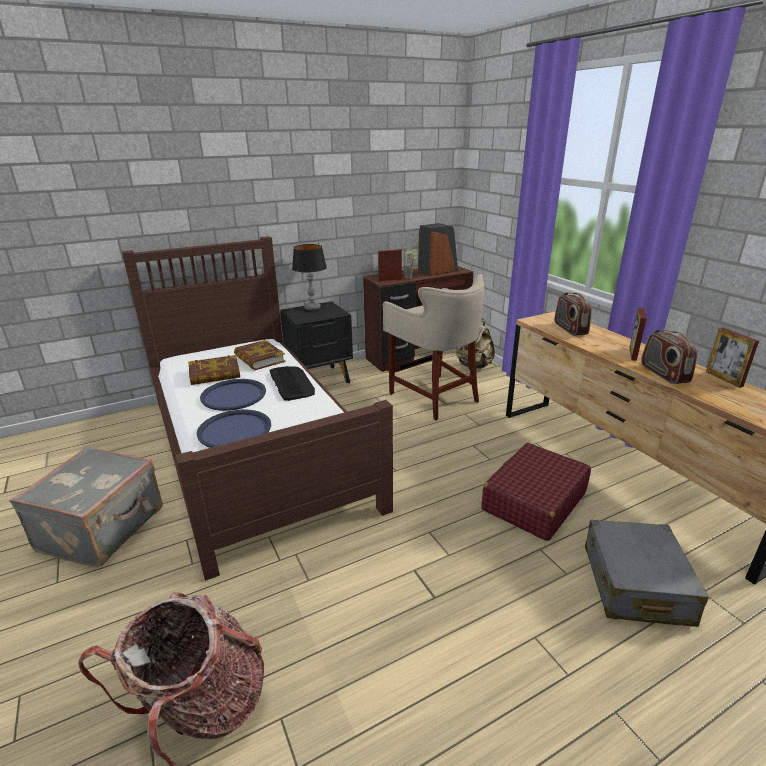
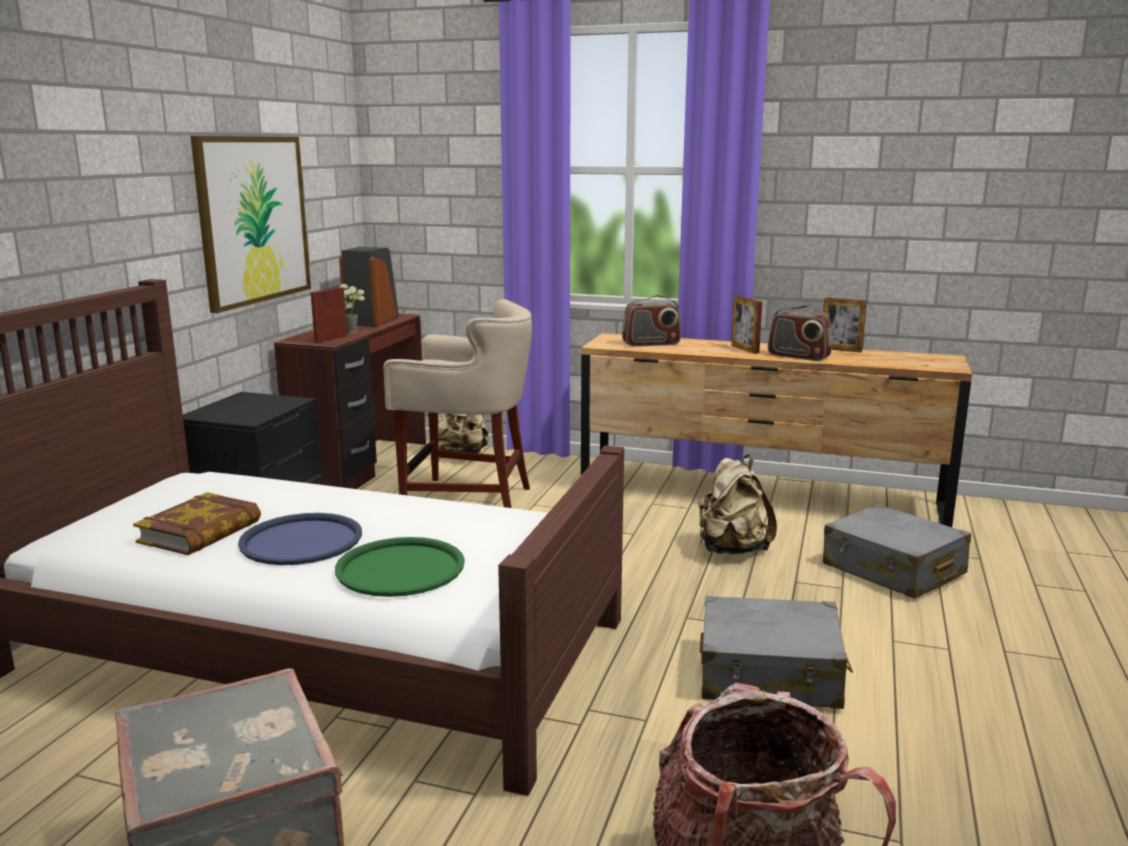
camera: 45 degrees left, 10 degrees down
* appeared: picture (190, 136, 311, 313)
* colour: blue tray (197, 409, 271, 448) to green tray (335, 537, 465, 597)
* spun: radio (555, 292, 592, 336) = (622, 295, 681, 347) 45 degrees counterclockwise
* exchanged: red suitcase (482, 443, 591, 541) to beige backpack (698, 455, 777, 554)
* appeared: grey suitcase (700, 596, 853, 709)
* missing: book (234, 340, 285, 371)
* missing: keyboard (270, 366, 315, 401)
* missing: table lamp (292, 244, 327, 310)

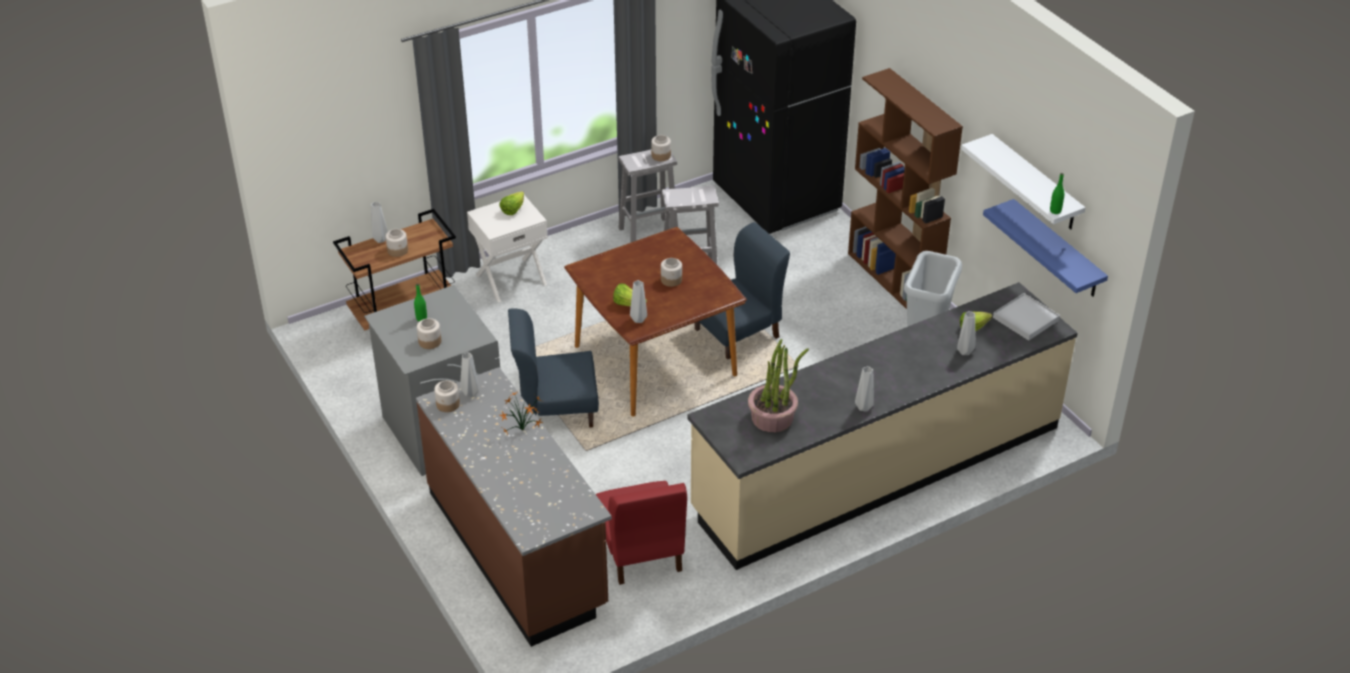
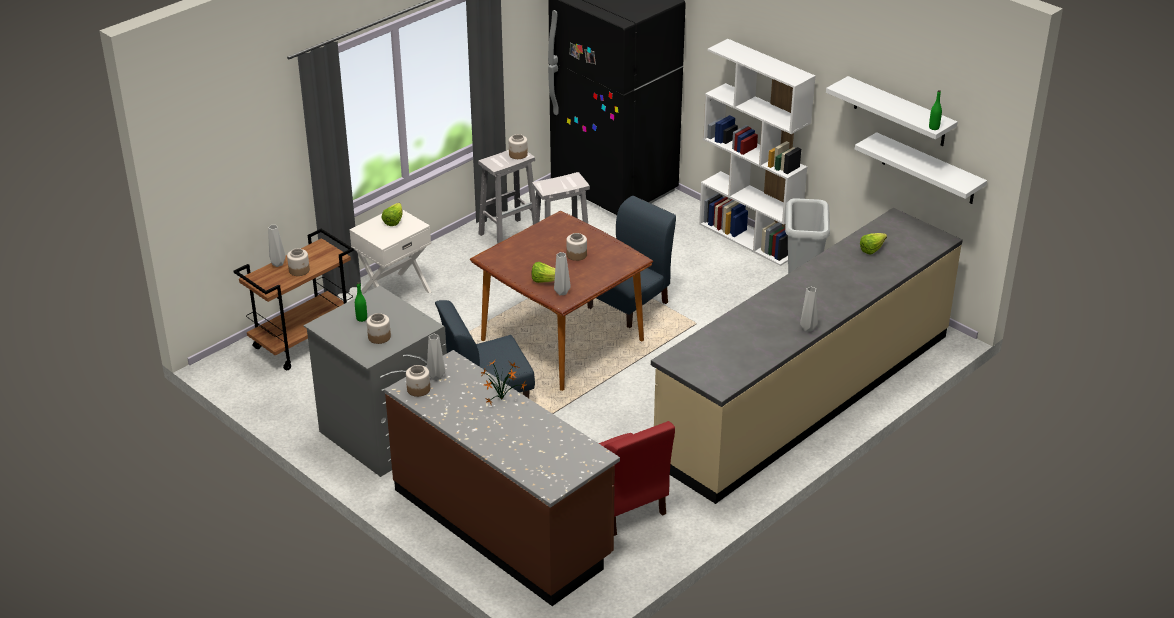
camera: 15 degrees left, 5 degrees down
* colour: brown bookcase (848, 68, 963, 309) to white bookcase (699, 39, 816, 266)
* colour: blue shelf (983, 199, 1108, 296) to white shelf (855, 132, 987, 204)
* missing: potted plant (748, 339, 809, 432)
* missing: grey vase (957, 311, 975, 355)
* missing: white tray (993, 293, 1060, 341)

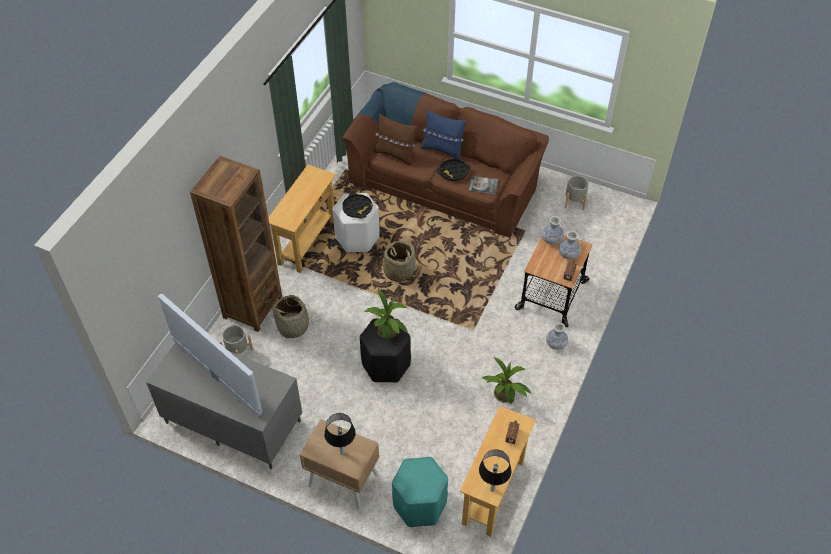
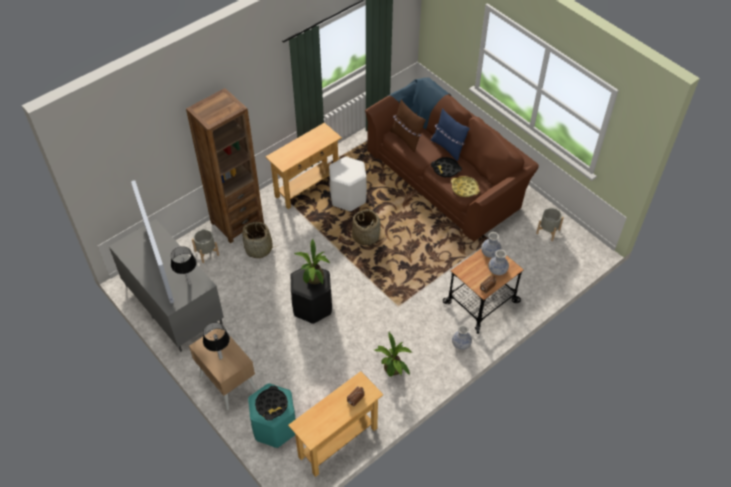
camera: 25 degrees right, 0 degrees up
* relocated: table lamp (479, 449, 512, 492) to (171, 246, 197, 285)
* relocated: black tray (342, 193, 372, 219) to (255, 386, 288, 421)
* exchanged: book (469, 176, 499, 194) to yellow tray (451, 176, 480, 197)

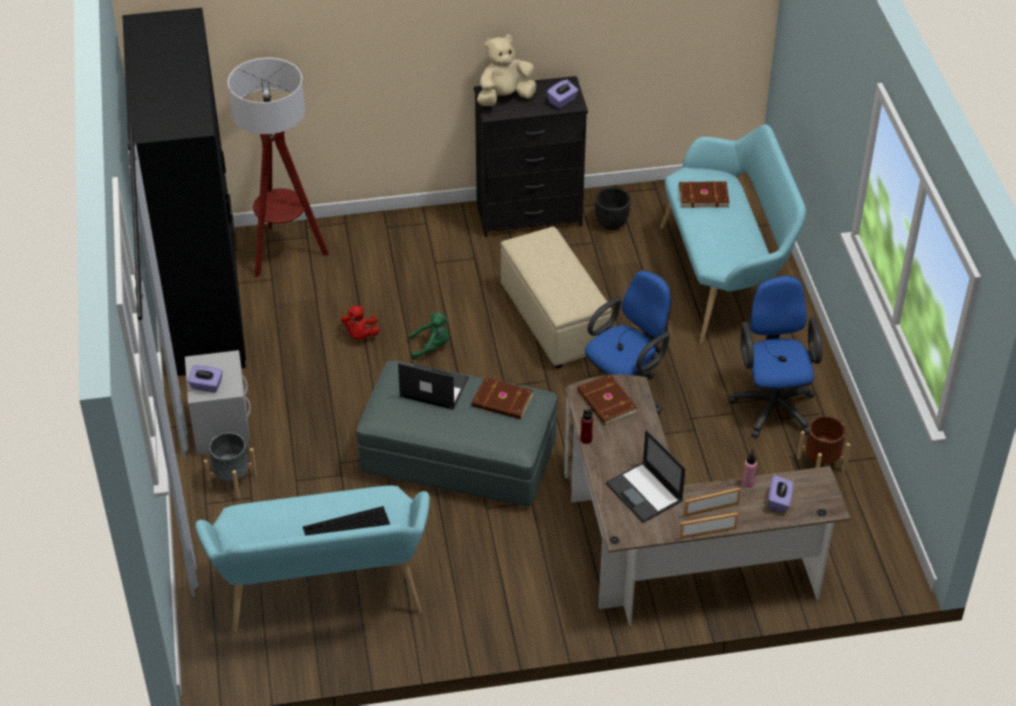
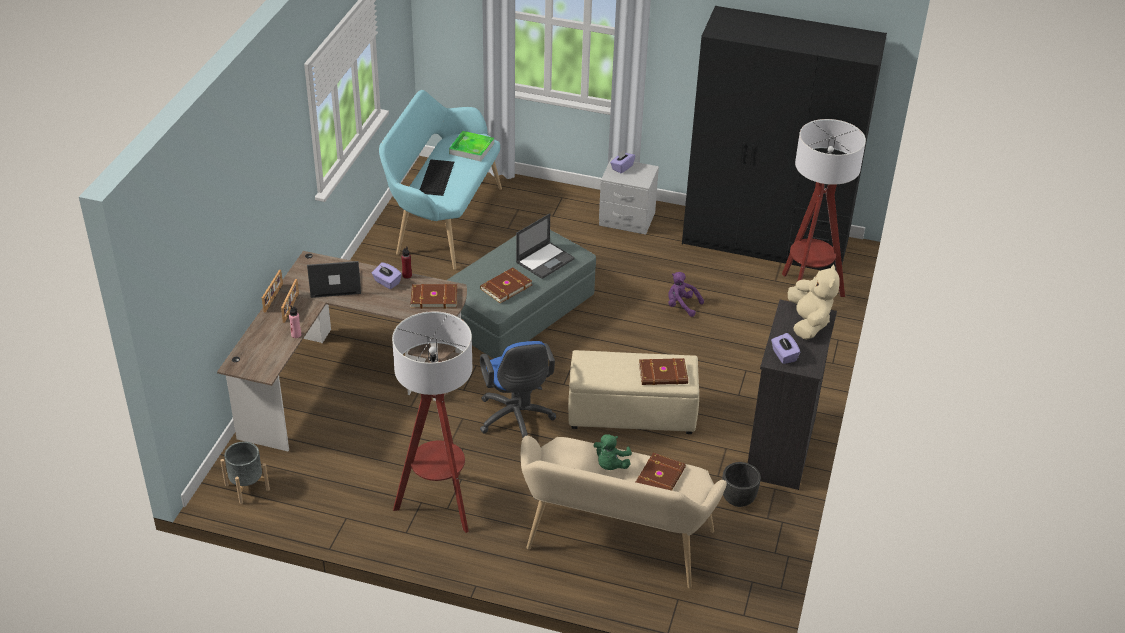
camera: 115 degrees right, 5 degrees down
* relocated: grey planter (204, 432, 257, 499) to (220, 441, 270, 504)
* relocated: purple tissue box (768, 475, 793, 512) to (372, 262, 402, 289)
* exchanged: blue office chair (729, 275, 822, 438) to floor lamp (392, 311, 472, 533)
* appeared: tray (449, 131, 494, 161)
* colour: turquoise bench (660, 125, 806, 343) to beige bench (521, 436, 727, 589)
* relocated: green plush toy (409, 312, 449, 359) to (594, 435, 632, 470)
* appeared: brown book (639, 358, 688, 385)
* colour: red plush toy (341, 306, 380, 340) to purple plush toy (668, 272, 704, 317)
* missing: brown planter (797, 416, 850, 472)

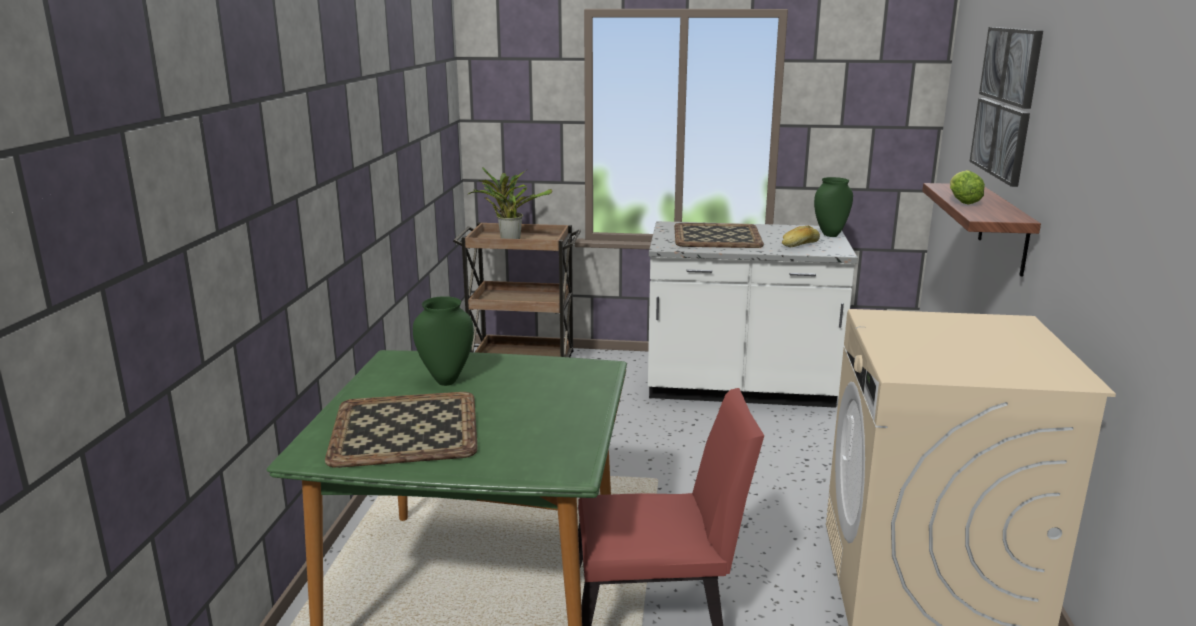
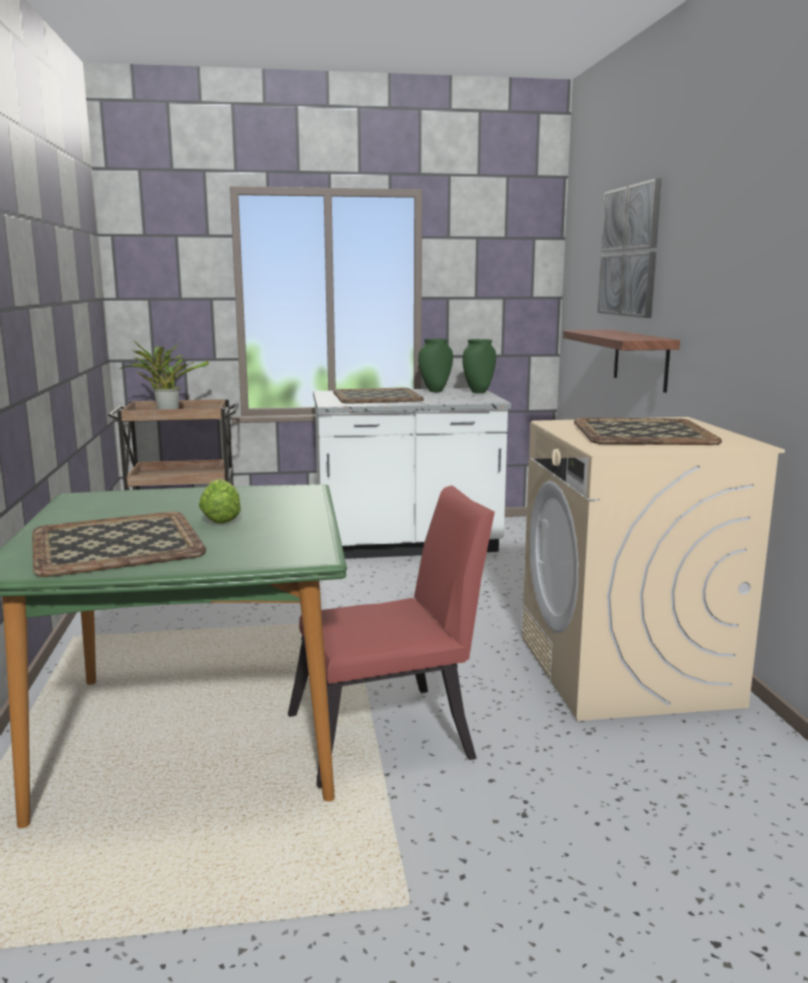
camera: 15 degrees left, 5 degrees down
* relocated: lettuce (950, 170, 985, 205) to (199, 479, 241, 524)
* relocated: green vase (413, 296, 474, 386) to (418, 339, 453, 392)
* appeared: tray (574, 418, 722, 445)
* missing: bread (782, 225, 820, 247)

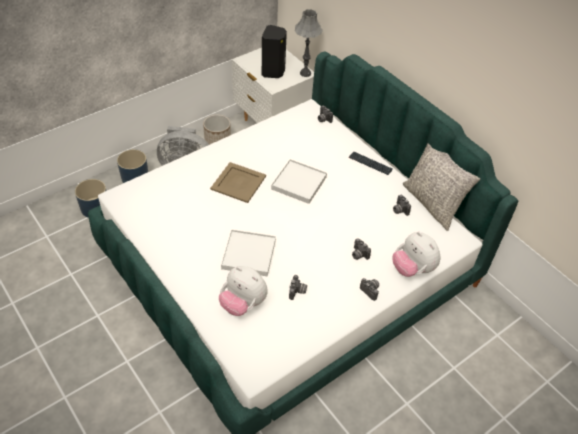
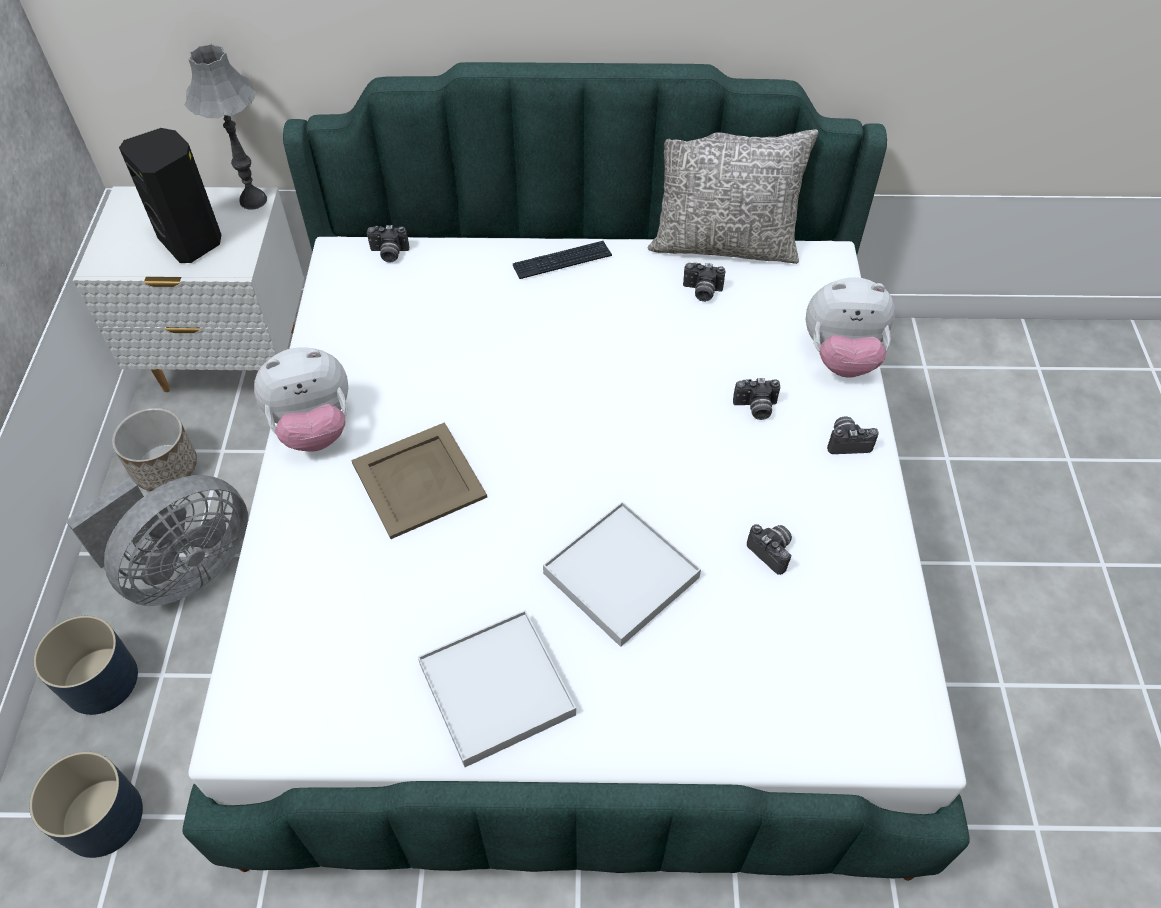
camera: 50 degrees left, 5 degrees up
* relocated: plush toy (219, 266, 267, 316) to (254, 347, 348, 452)
* relocated: white tray (271, 159, 327, 204) to (418, 610, 576, 767)

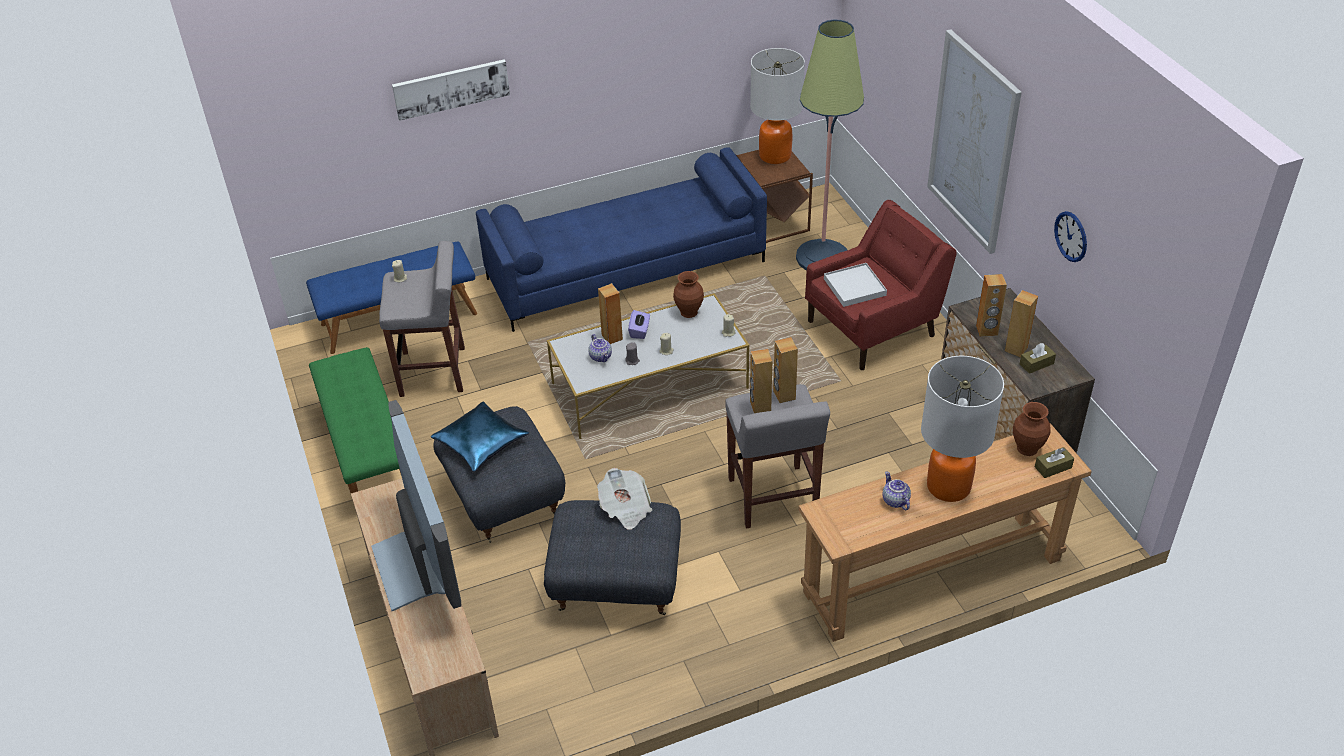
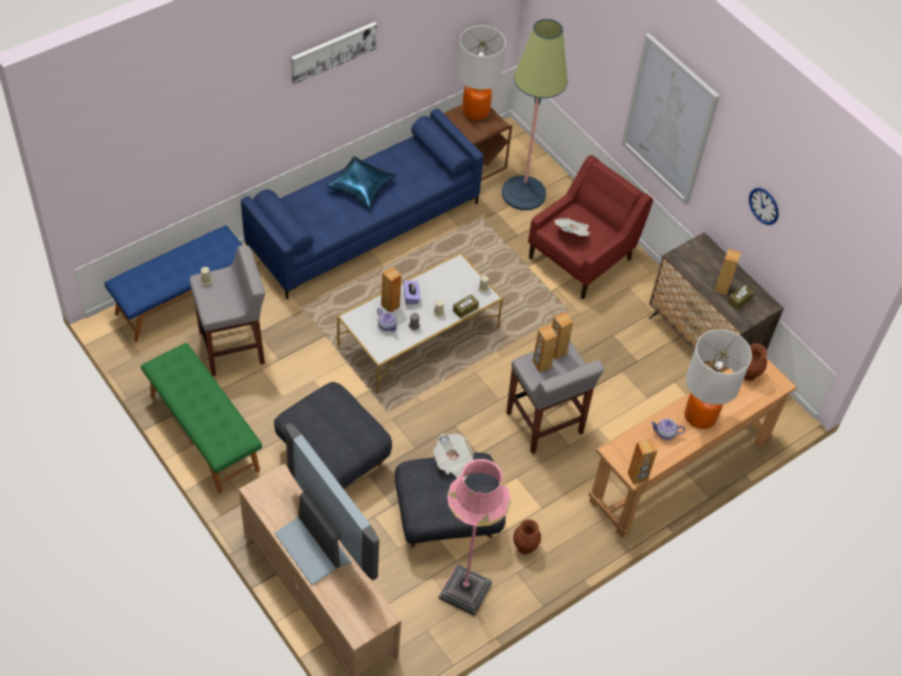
camera: 20 degrees left, 10 degrees up
* relocated: picture (392, 59, 510, 121) to (291, 22, 377, 85)
* relocated: blue pillow (431, 401, 529, 472) to (327, 156, 397, 207)
* appeared: pink floor lamp (439, 459, 511, 616)
* relocated: brown tissue box (1035, 447, 1074, 478) to (453, 294, 479, 318)
* relocated: brown vase (673, 271, 704, 318) to (513, 519, 541, 555)
* exchanged: white tray (824, 263, 887, 307) to newspaper (555, 218, 590, 236)
* relocated: brown speaker (976, 274, 1007, 337) to (628, 439, 658, 485)
* spun: teapot (882, 471, 911, 510) = (651, 419, 685, 440) 45 degrees counterclockwise

